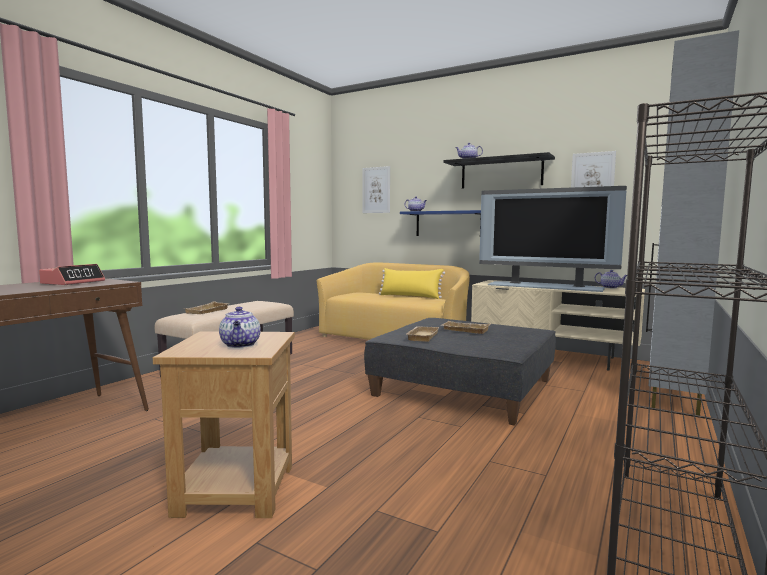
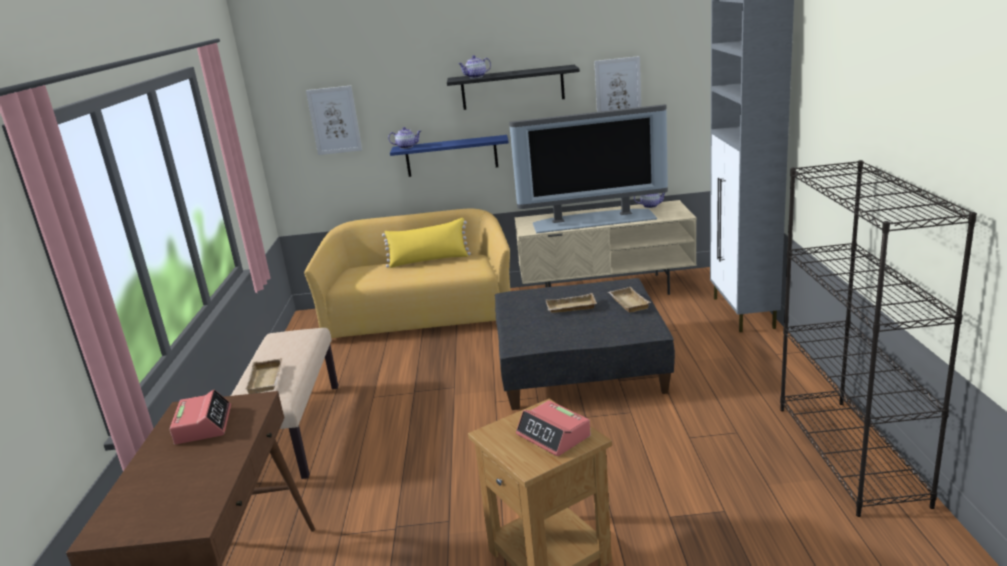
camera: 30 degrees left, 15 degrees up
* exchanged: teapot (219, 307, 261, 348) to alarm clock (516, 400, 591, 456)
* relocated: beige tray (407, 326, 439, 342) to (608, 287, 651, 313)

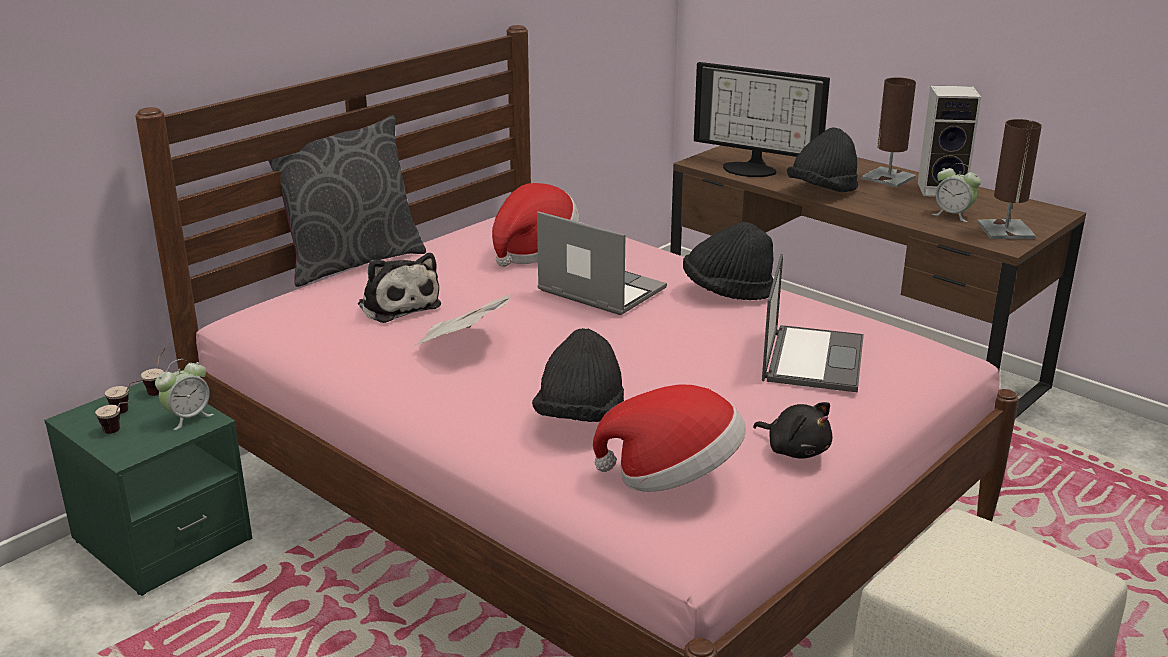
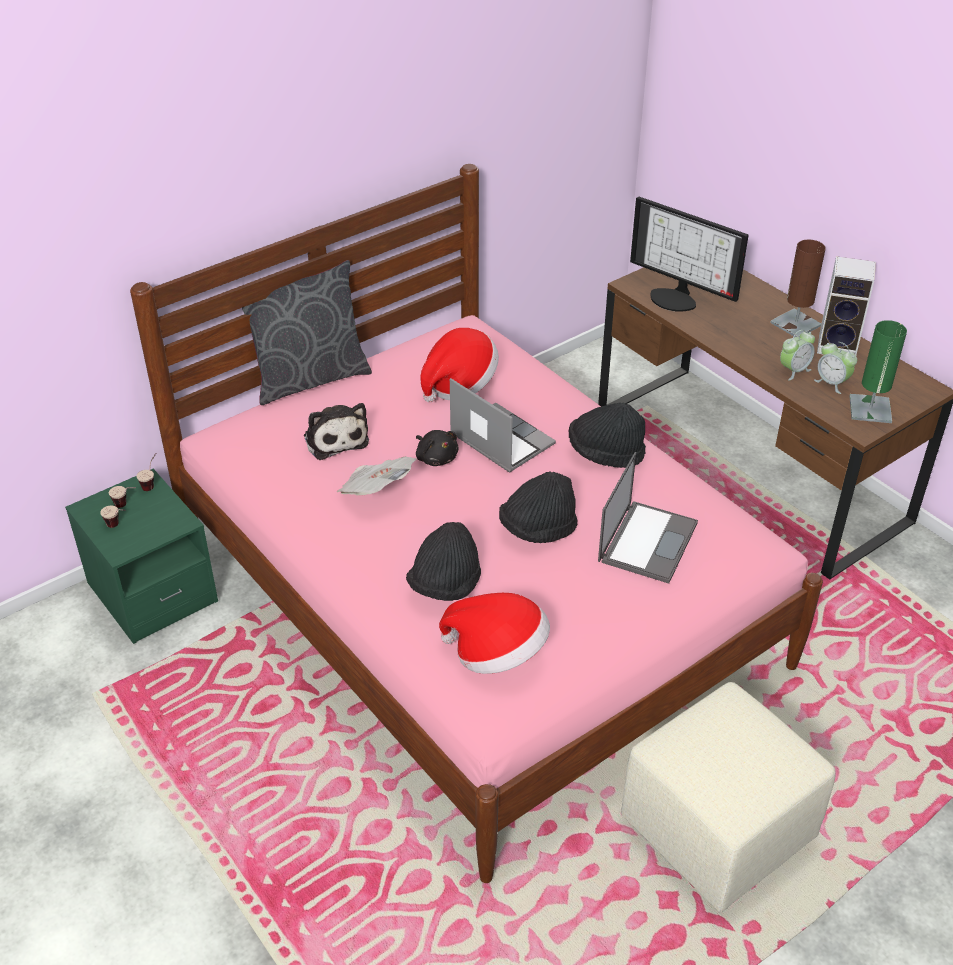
camera: 10 degrees right, 15 degrees up
* relocated: black plush toy (753, 402, 832, 458) to (416, 430, 459, 466)
* relocated: black hat (787, 127, 858, 192) to (499, 471, 578, 543)
* relocated: alarm clock (155, 359, 214, 430) to (780, 330, 815, 380)
* colour: brown table lamp (977, 119, 1042, 239) to green table lamp (849, 320, 907, 423)

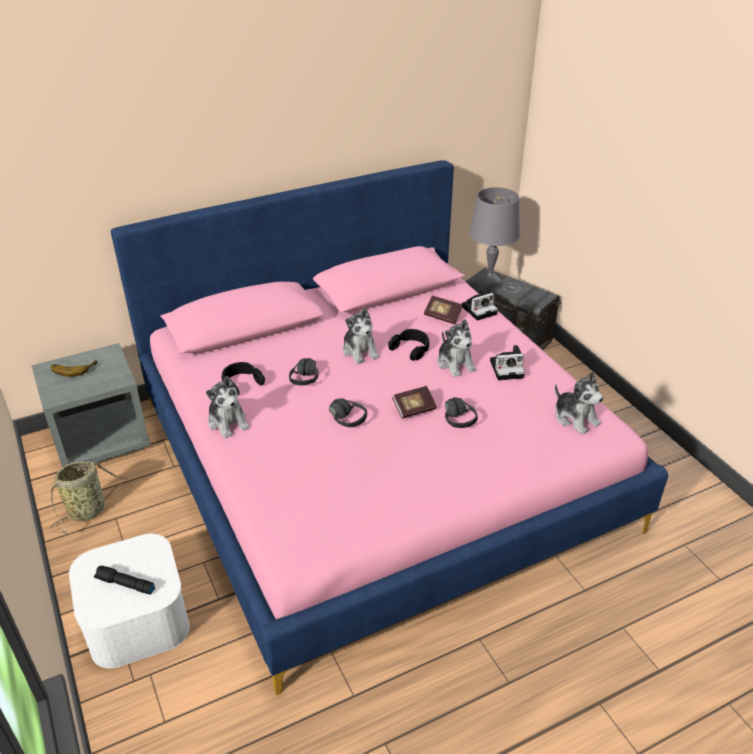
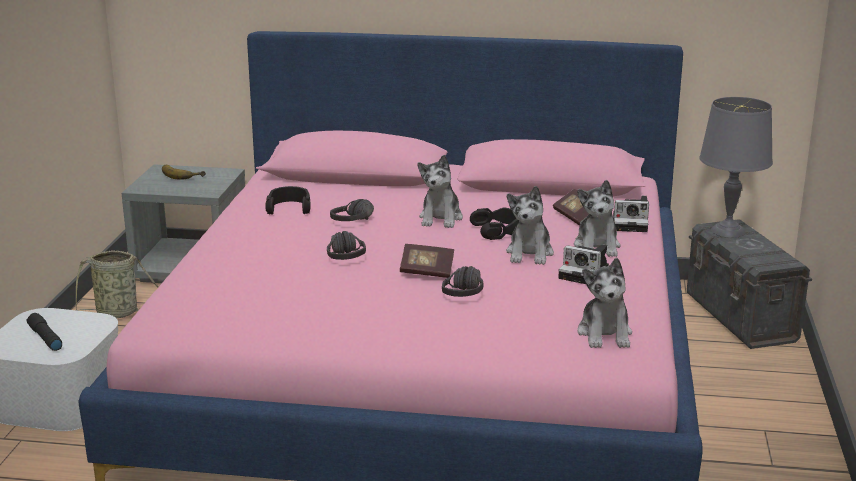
camera: 35 degrees right, 15 degrees down
* relocated: plush toy (206, 376, 250, 439) to (574, 180, 621, 257)

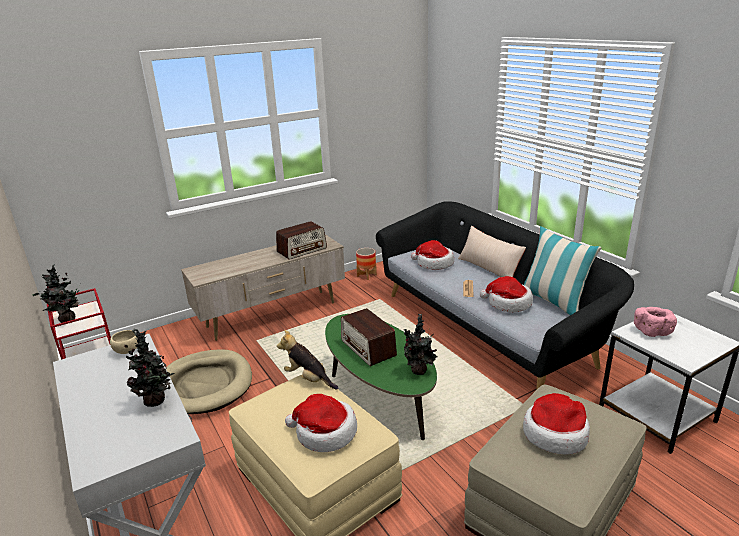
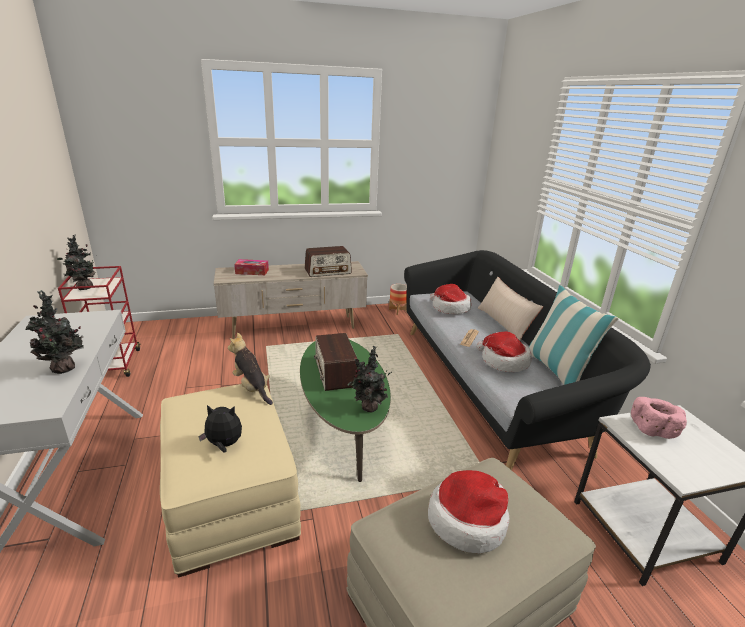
camera: 15 degrees right, 0 degrees up
* exchanged: hat (285, 394, 357, 452) to plush toy (198, 405, 242, 453)
* appeared: tissue box (234, 259, 269, 275)
* missing: beige bowl (110, 330, 138, 354)
* missing: beige dog bed (166, 349, 252, 414)

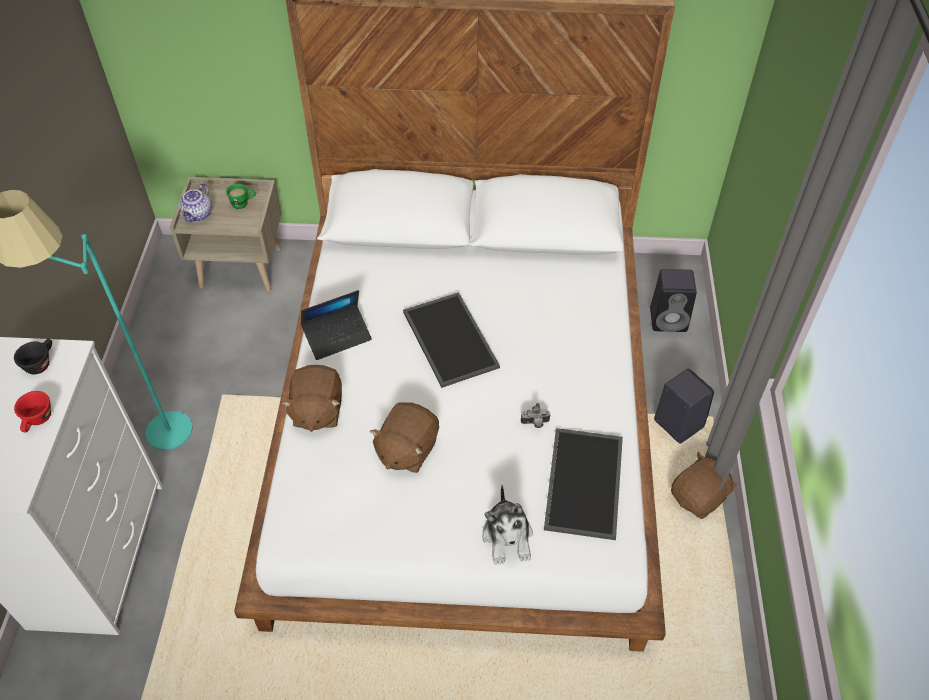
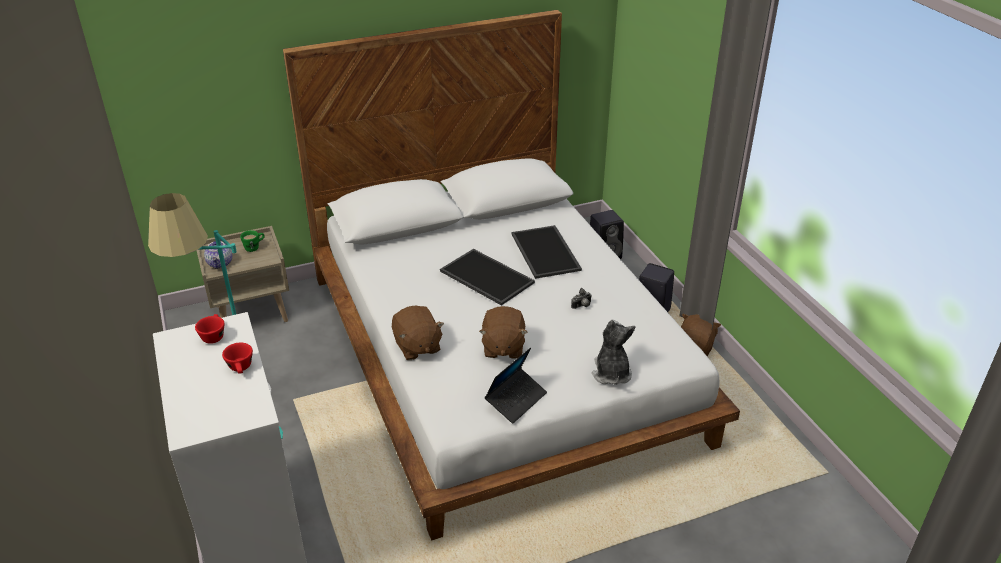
camera: 25 degrees left, 15 degrees down
* colour: black cup (14, 339, 52, 374) to red cup (195, 314, 224, 344)
* relocated: laptop (301, 290, 372, 360) to (485, 347, 547, 424)
* relocated: tray (544, 428, 623, 540) to (511, 225, 582, 279)
* spun: plush toy (482, 485, 533, 565) = (592, 320, 636, 385) 150 degrees counterclockwise

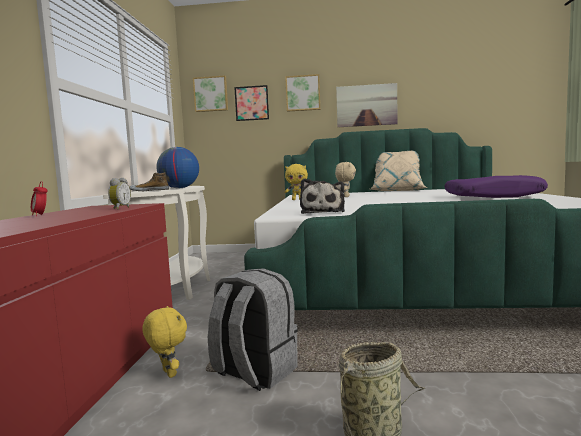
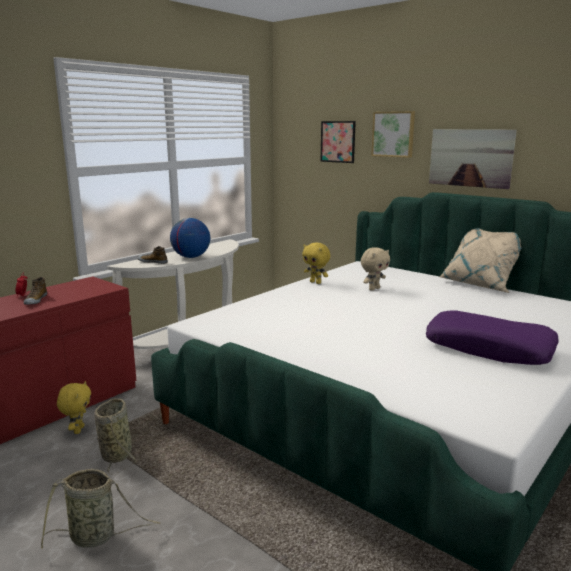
camera: 35 degrees right, 10 degrees up
* appeared: shoe (24, 277, 47, 305)
* exchanged: grey backpack (208, 268, 298, 391) to basket (94, 398, 139, 475)
* missing: alarm clock (108, 178, 131, 209)
* missing: picture (193, 76, 228, 112)
* missing: plush toy (300, 178, 345, 214)

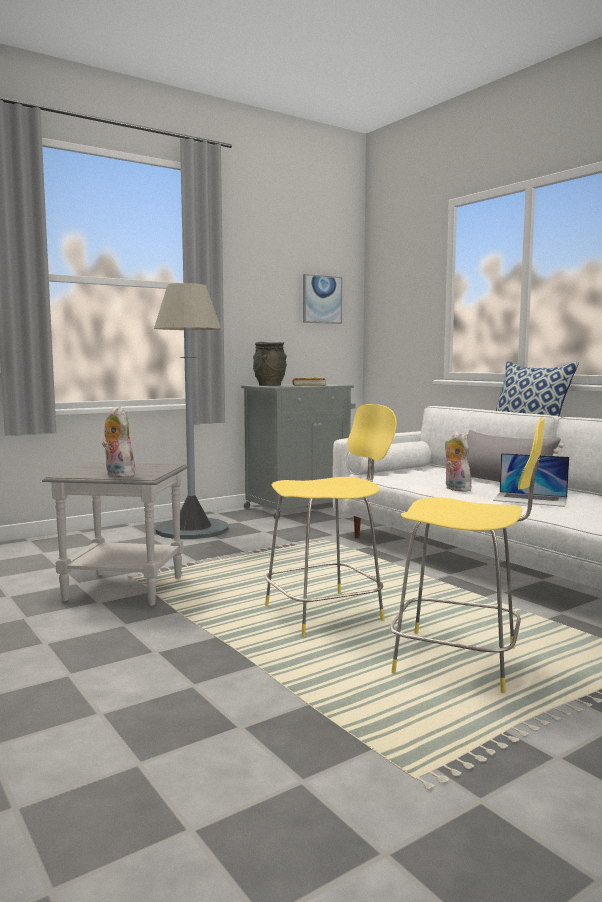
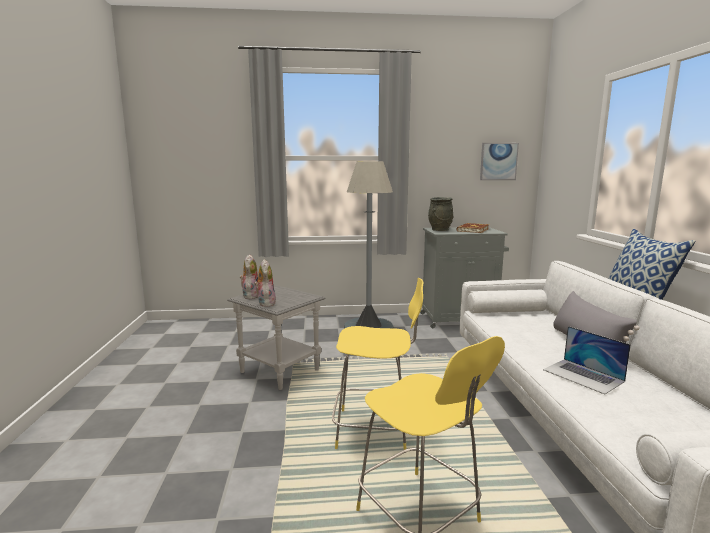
camera: 30 degrees right, 5 degrees up
* relocated: plush toy (445, 432, 471, 492) to (240, 254, 258, 299)

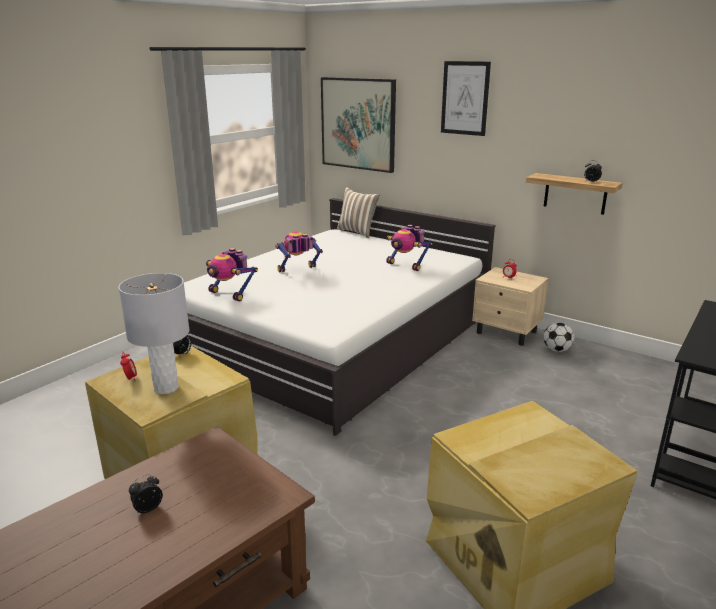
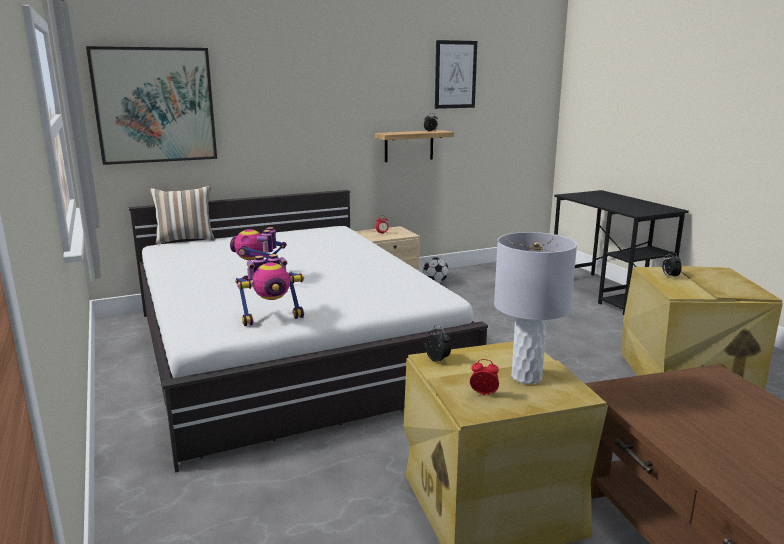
camera: 60 degrees left, 5 degrees down
* relocated: picture (441, 61, 491, 136) to (435, 40, 477, 109)
* relocated: alarm clock (129, 474, 163, 513) to (662, 251, 682, 279)
* missing: toy robot (386, 225, 432, 271)

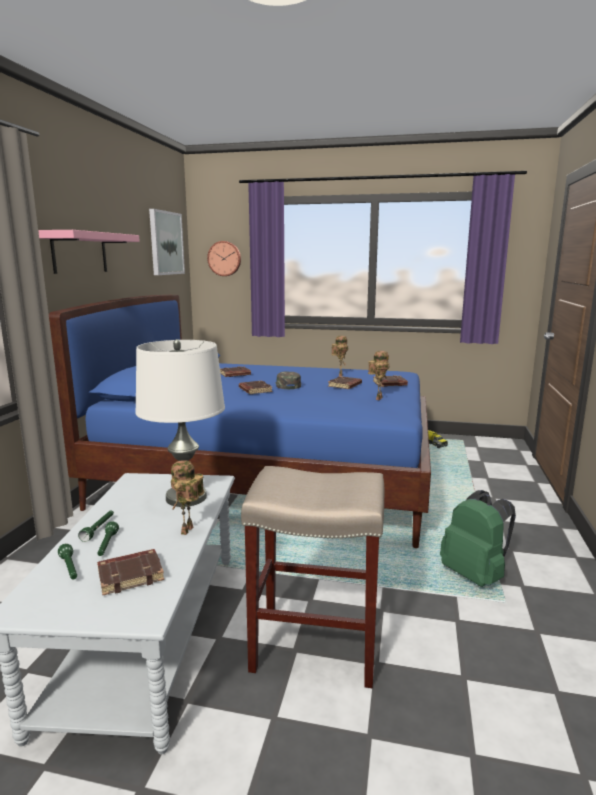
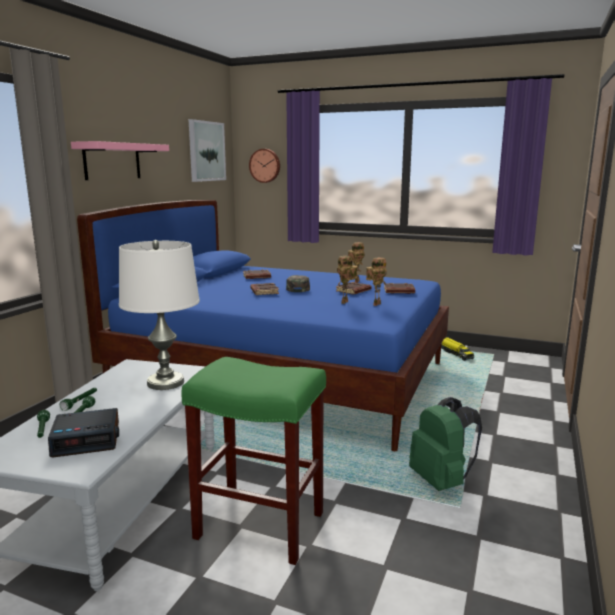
camera: 10 degrees right, 0 degrees up
* exchanged: brown book (97, 549, 164, 596) to alarm clock (48, 408, 119, 457)
* colour: beige stool (241, 466, 384, 688) to green stool (181, 357, 326, 565)
* relocated: toy robot (171, 460, 204, 535) to (337, 256, 357, 304)

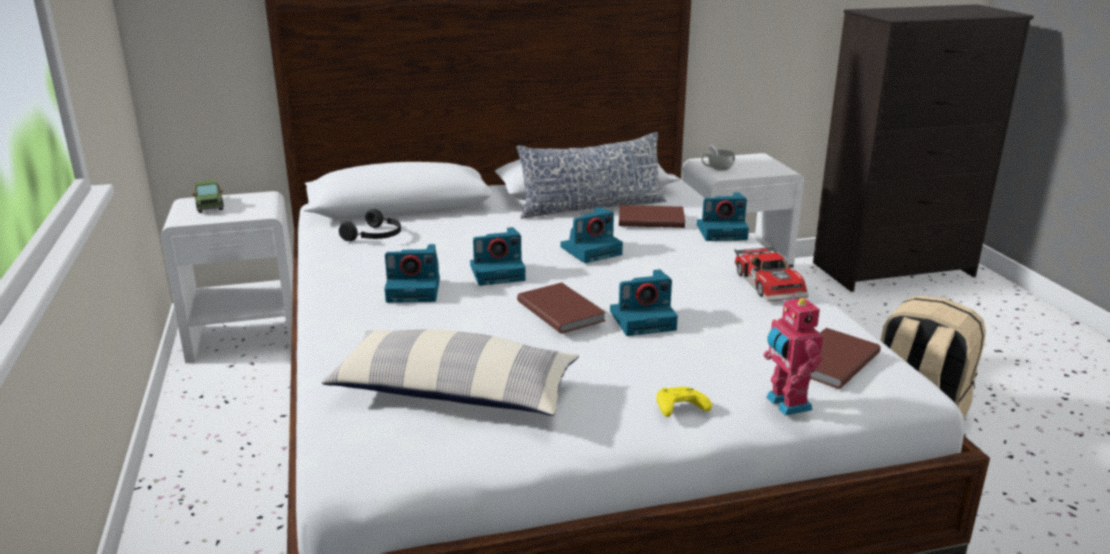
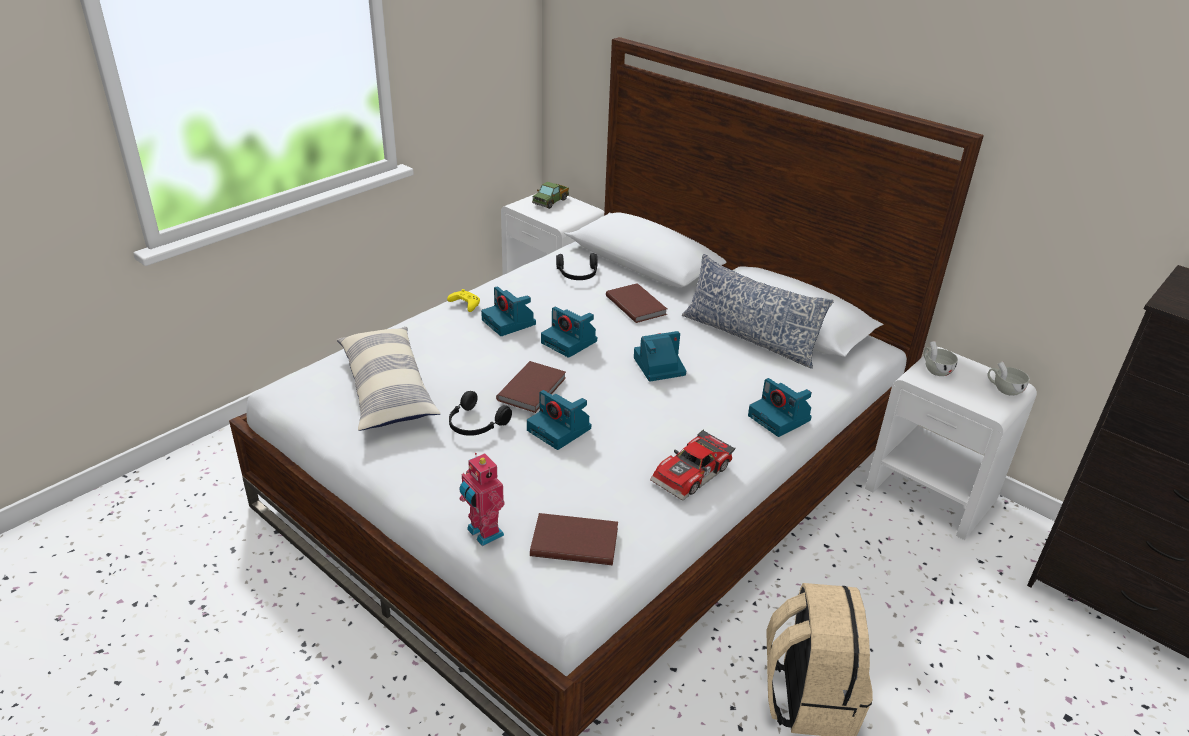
camera: 55 degrees right, 10 degrees up
* relocated: yellow game controller (656, 387, 712, 417) to (447, 289, 480, 312)
* appeared: black headphones (449, 391, 512, 436)
* spun: toy robot (763, 294, 823, 416) = (459, 453, 505, 546) 75 degrees counterclockwise
* relocated: brown book (619, 205, 685, 228) to (606, 283, 667, 323)
* spun: photo camera (560, 207, 623, 263) = (634, 331, 686, 381) 135 degrees clockwise
* appeared: white cup (987, 361, 1030, 396)

